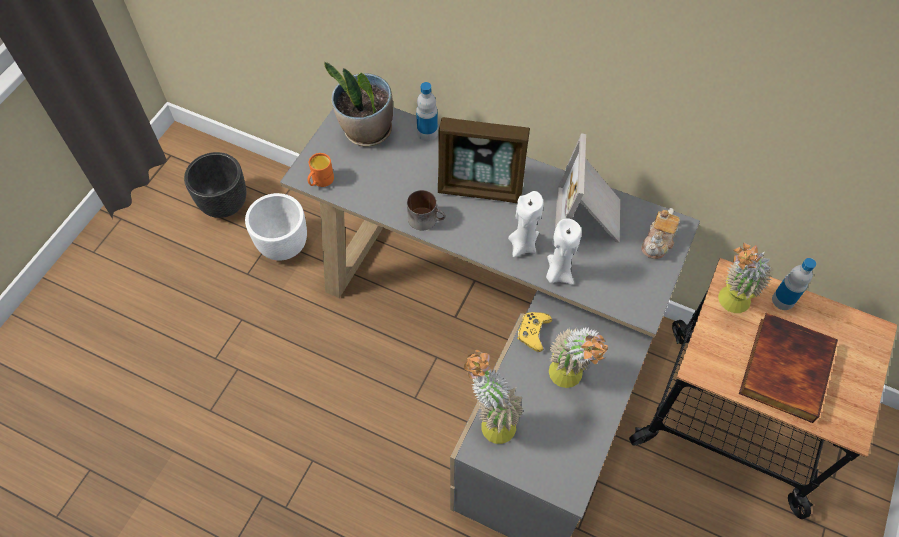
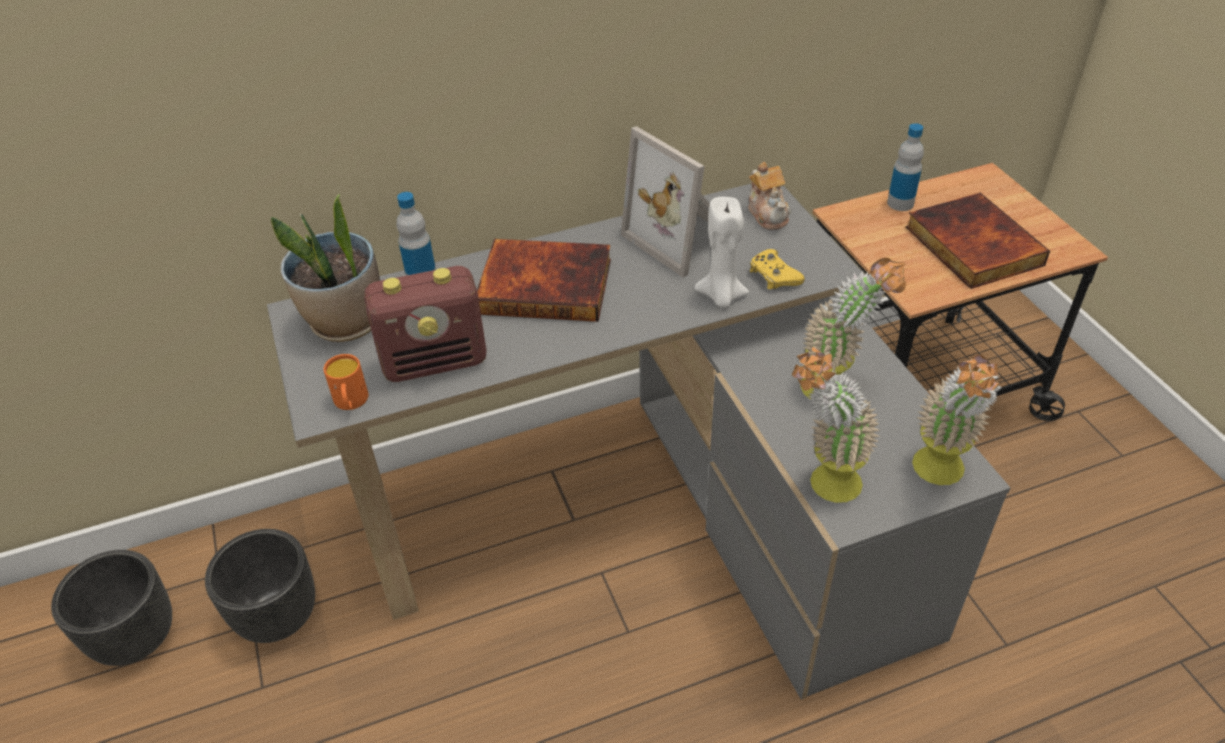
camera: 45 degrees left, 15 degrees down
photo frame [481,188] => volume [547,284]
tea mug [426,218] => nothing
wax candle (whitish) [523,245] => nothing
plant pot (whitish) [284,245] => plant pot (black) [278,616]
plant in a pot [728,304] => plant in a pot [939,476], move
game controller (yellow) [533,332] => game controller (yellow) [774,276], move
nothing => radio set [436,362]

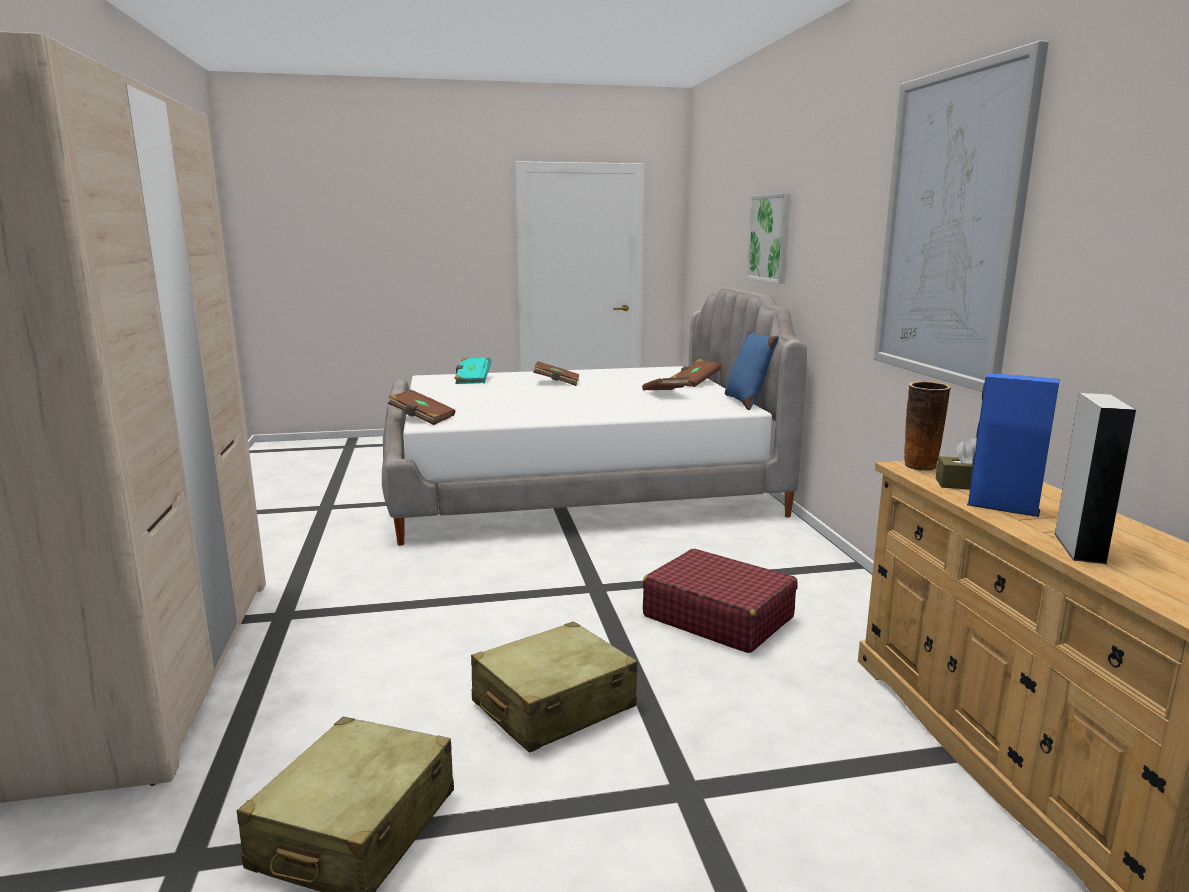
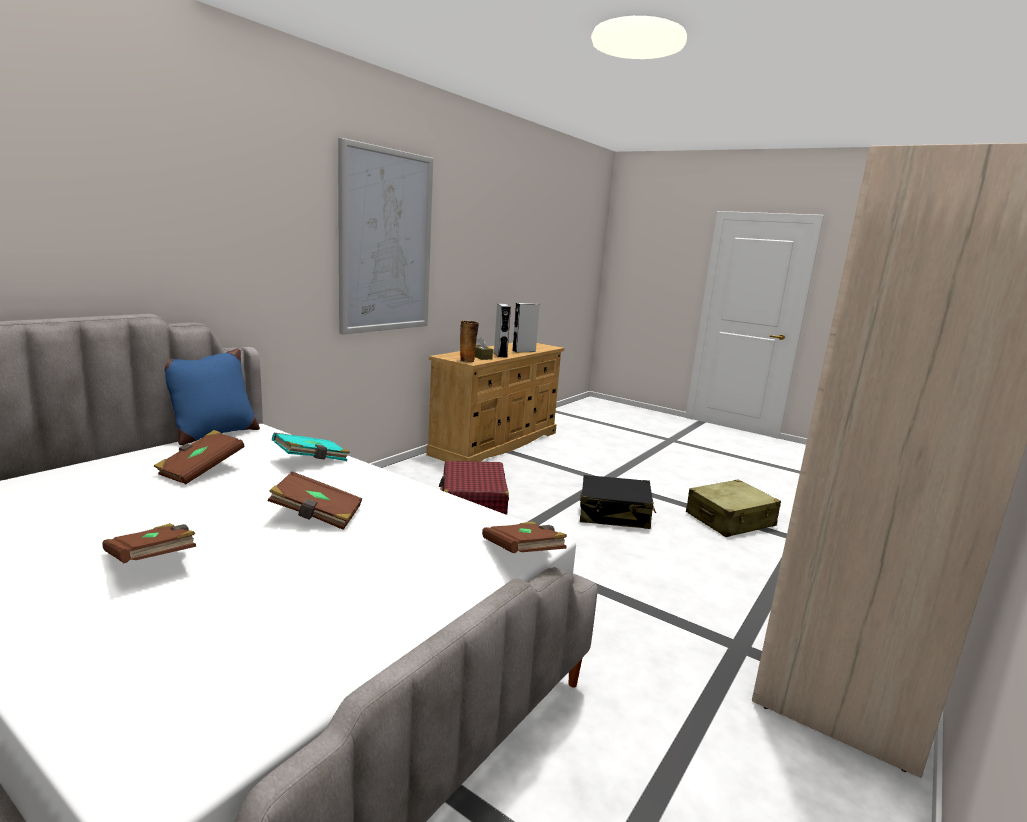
camera: 135 degrees left, 0 degrees up
wall picture [770,238] => nothing
volume (turquoise) [472,380] => volume (turquoise) [312,460], move
volume (brown) [695,383] => volume (brown) [316,516], move
audio speaker (blue-coloured) [1003,507] => audio speaker (gray) [500,355]
piece of luggage (beige) [553,705] => piece of luggage (black) [614,514]

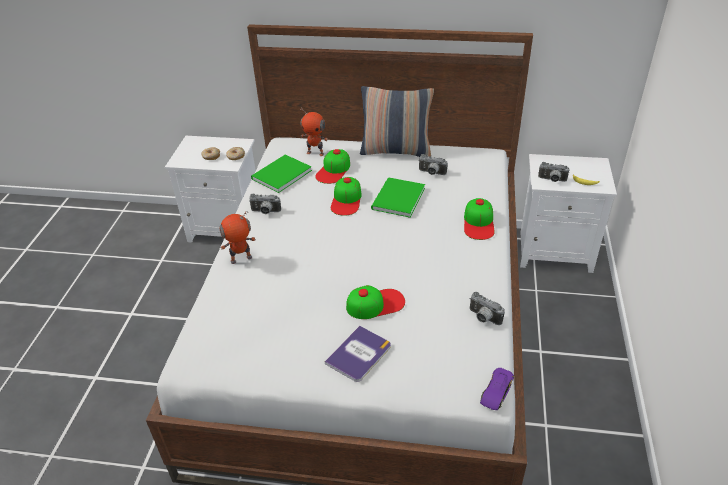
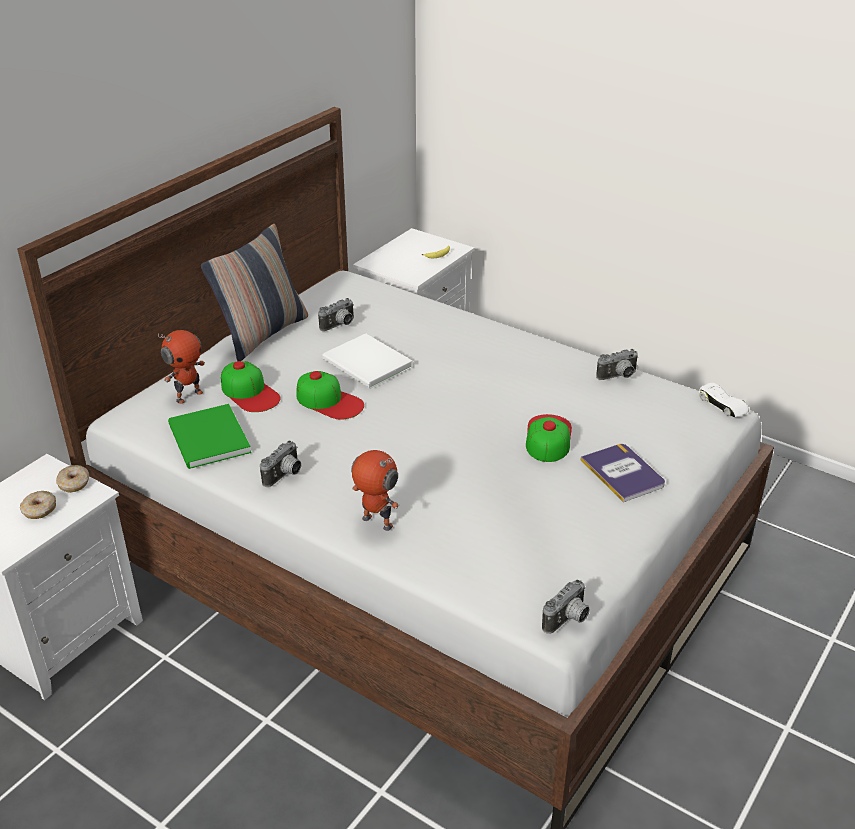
camera: 65 degrees left, 5 degrees down
still camera [552,180] => still camera [568,620], move
volume (green-coloured) [396,199] => volume (whitish) [367,365]
baseball cap [479,223] => nothing
robot figure [241,260] => robot figure [376,523], 120 degrees clockwise
model car (purple-coloured) [496,391] => model car (whitish) [722,404]

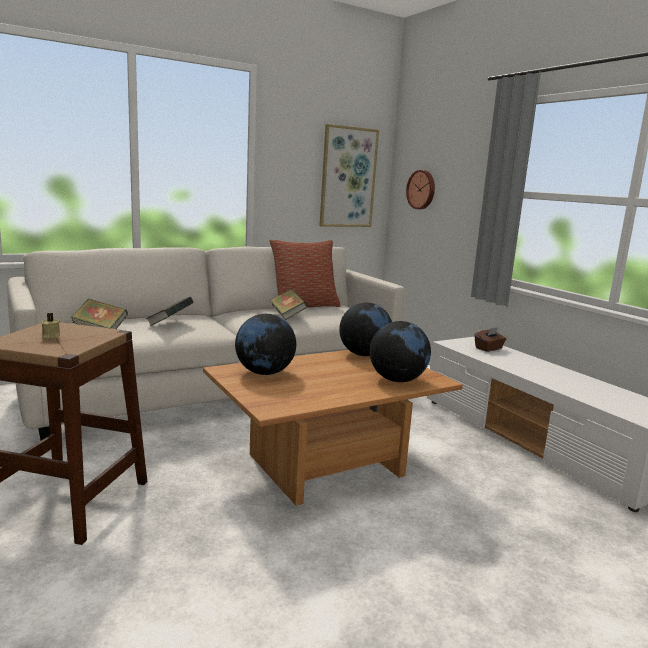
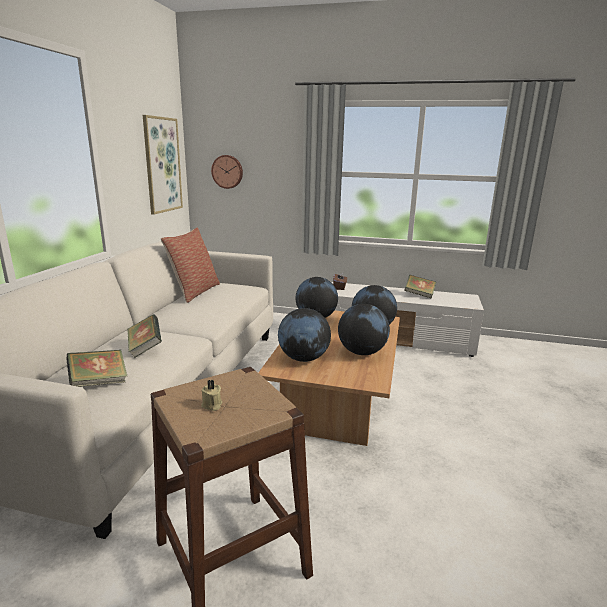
camera: 45 degrees left, 5 degrees up
volume [287,315] => volume [419,295], move
nothing => desk globe [362,352]

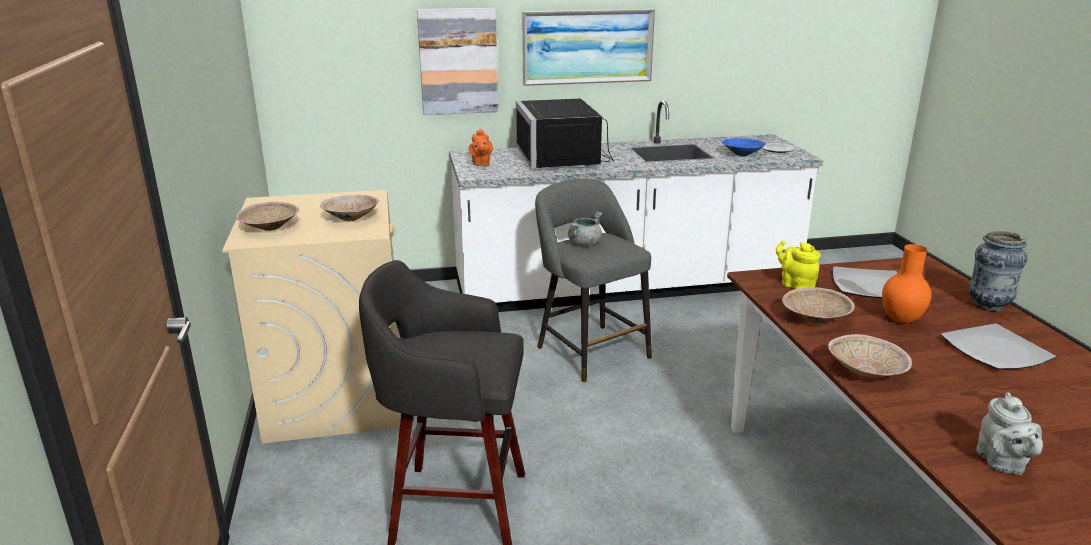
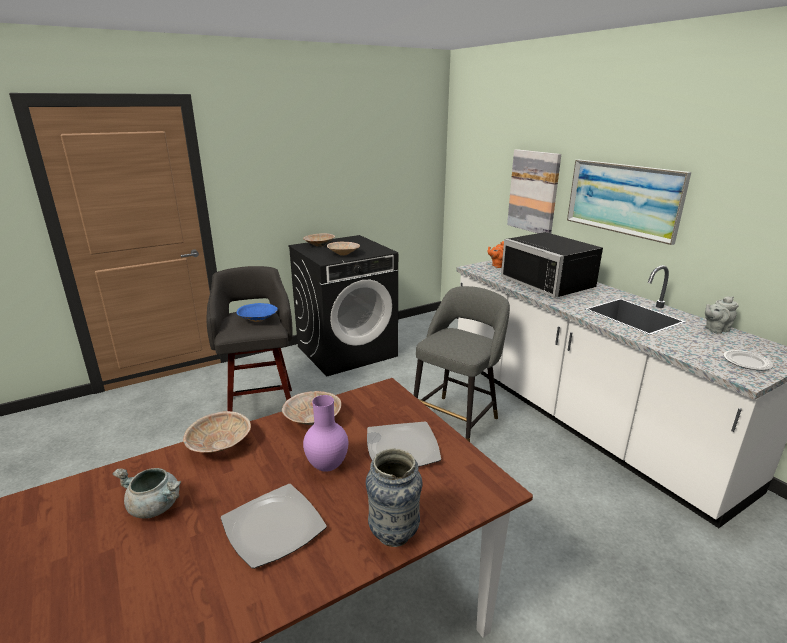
camera: 70 degrees right, 0 degrees up
microwave (black) [564,157] => microwave (black) [551,283], 90 degrees counterclockwise
serving bowl (blue-coloured) [742,154] => serving bowl (blue-coloured) [258,320], move
washing machine (beige) [337,395] => washing machine (black) [347,351]
stockpot (gray) [584,243] => stockpot (gray) [156,507], move
tea pot (yellow) [795,285] => nothing
flower vase (orange-coloured) [900,320] => flower vase (purple-coloured) [328,466]
tea pot (gray) [1002,463] => tea pot (gray) [715,329], move

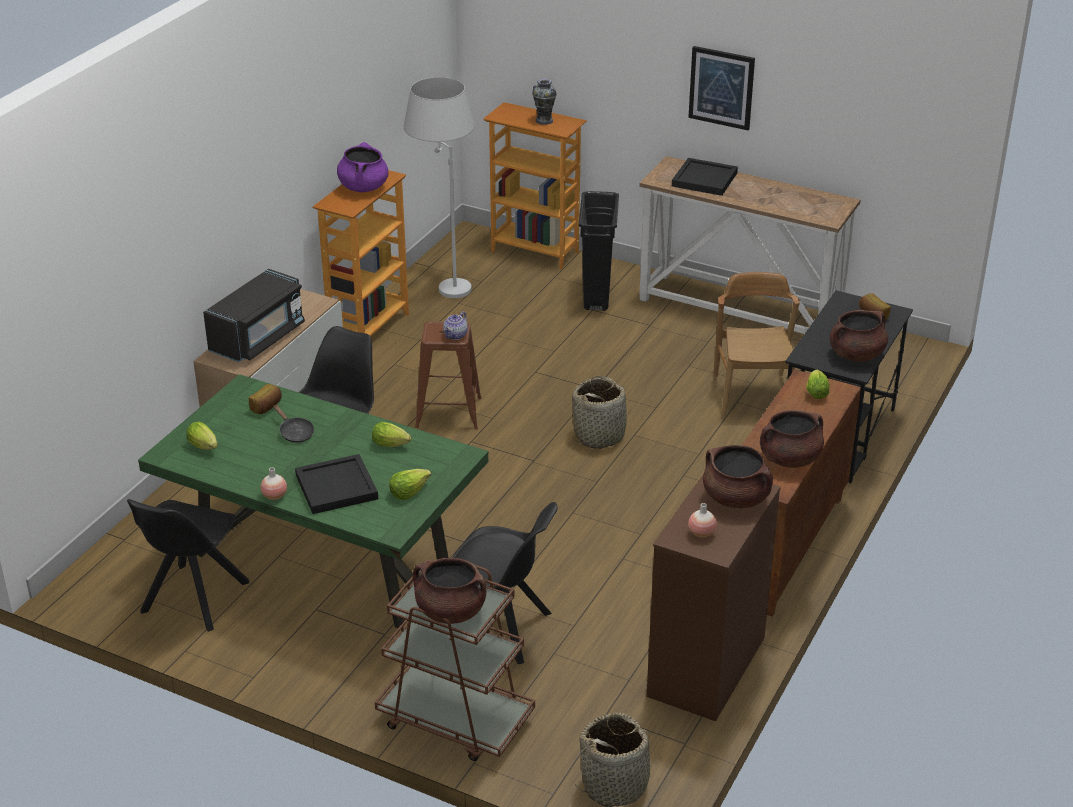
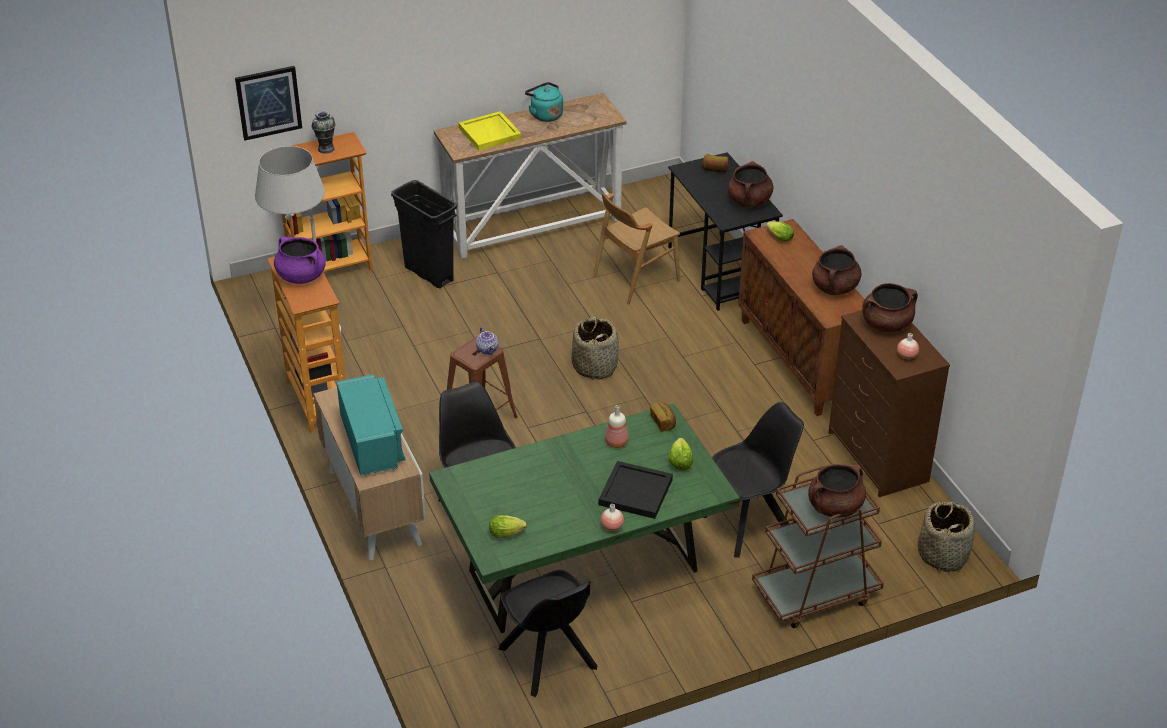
camera: 50 degrees left, 5 degrees up
wall picture [721,87] => wall picture [268,102], move
tray (black) [705,180] => tray (yellow) [490,133]
microwave (black) [258,338] => microwave (turquoise) [372,443]
plain chair (brown) [753,396] => plain chair (brown) [636,278], 75 degrees counterclockwise
baked bread [267,407] => baked bread [663,422], move
frying pan (black) [294,433] => nothing
lettuce [392,445] => drink bottle [615,442]
nothing => kettle (turquoise) [545,115]

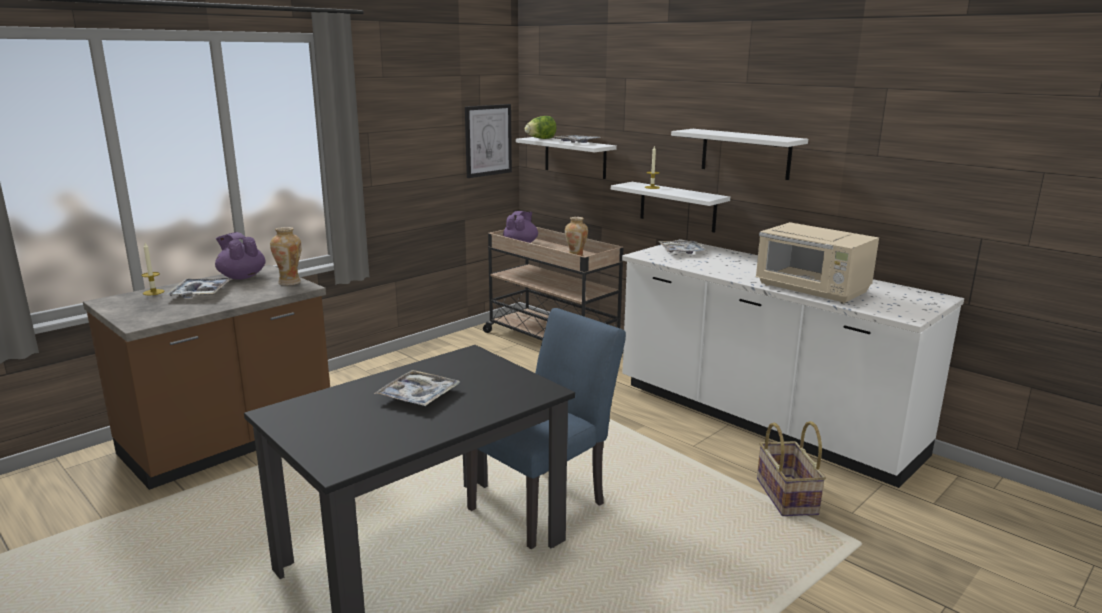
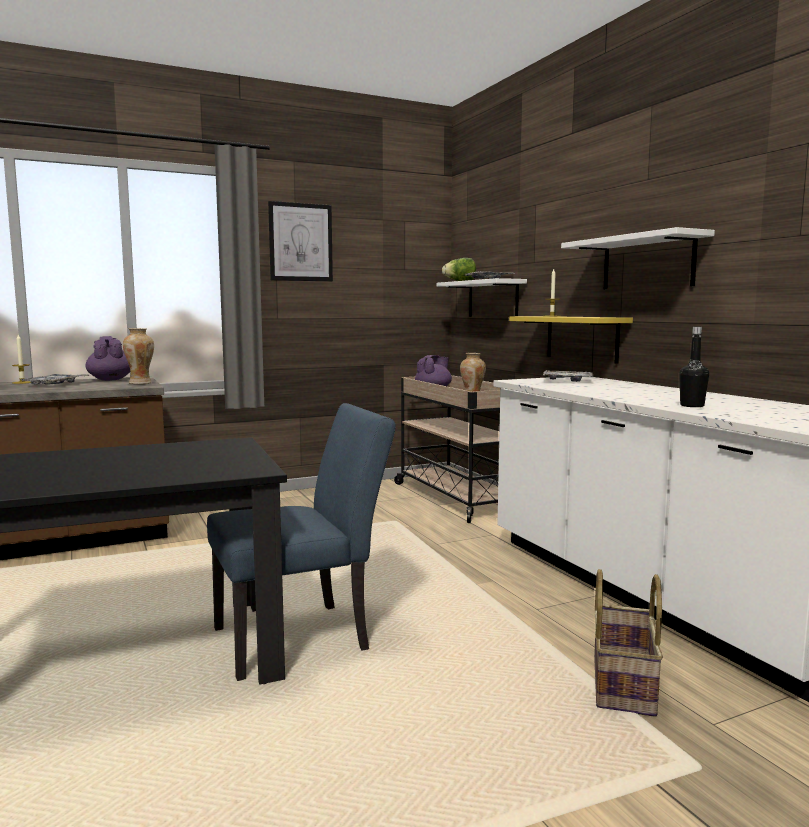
camera: 20 degrees right, 10 degrees down
wall picture [488,140] => wall picture [300,242], move
bracket shelf (whitish) [677,206] => bracket shelf (yellow) [581,338]
microwave (beige) [812,290] => drink bottle (black) [692,406]
tray [418,396] => nothing

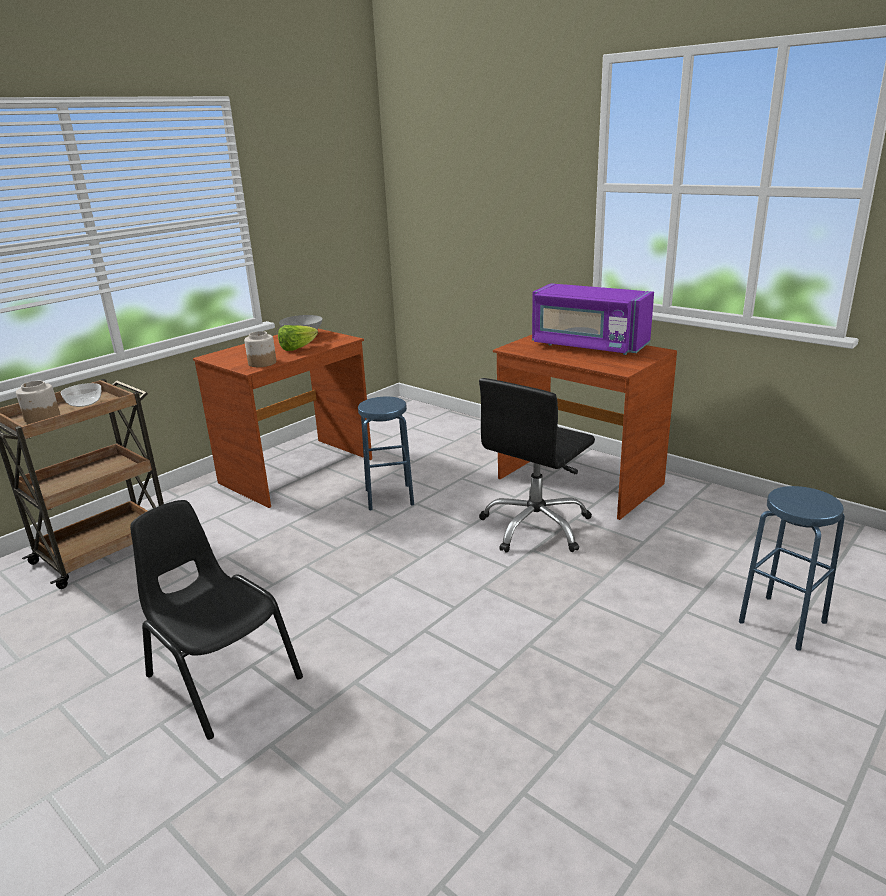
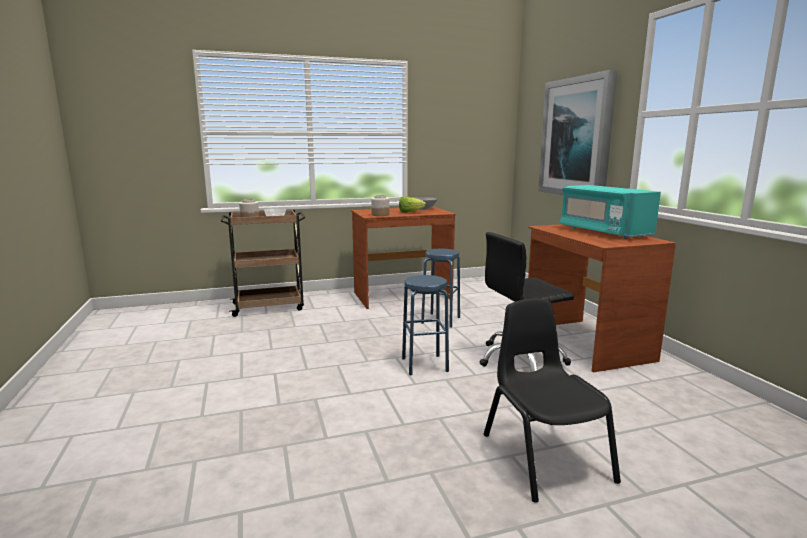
camera: 30 degrees right, 10 degrees down
microwave (purple-coloured) [588,346] => microwave (turquoise) [602,232]
stool seat (blue-coloured) [782,622] => stool seat (blue-coloured) [425,365], move
plain chair (black) [222,677] => plain chair (black) [545,457], move
nothing => wall picture [576,137]

